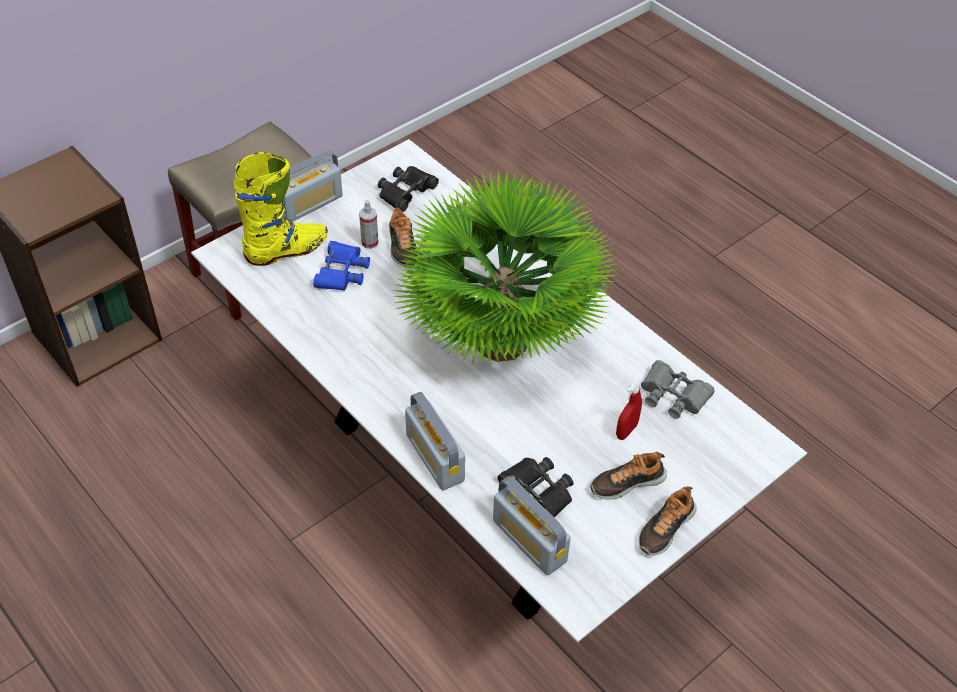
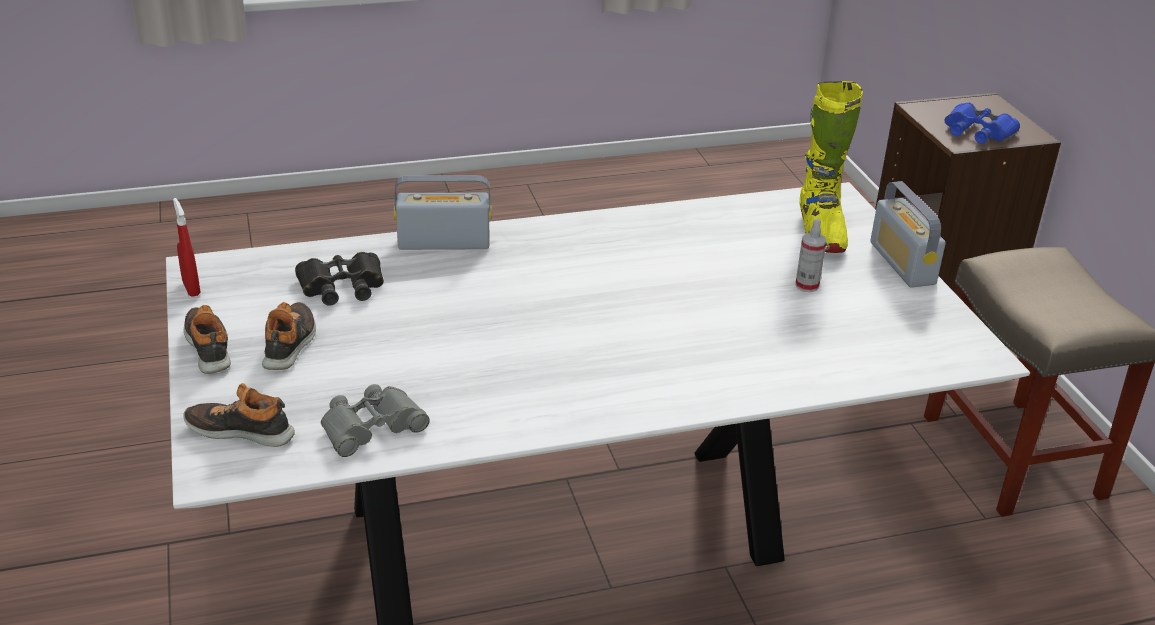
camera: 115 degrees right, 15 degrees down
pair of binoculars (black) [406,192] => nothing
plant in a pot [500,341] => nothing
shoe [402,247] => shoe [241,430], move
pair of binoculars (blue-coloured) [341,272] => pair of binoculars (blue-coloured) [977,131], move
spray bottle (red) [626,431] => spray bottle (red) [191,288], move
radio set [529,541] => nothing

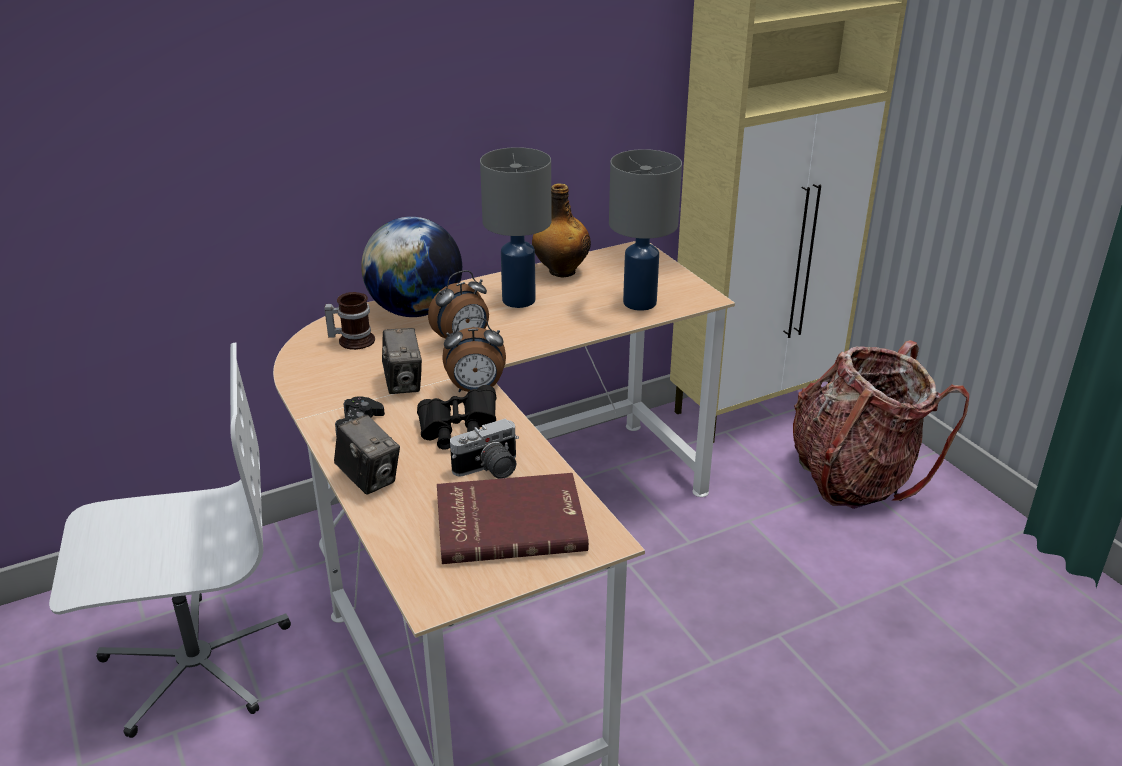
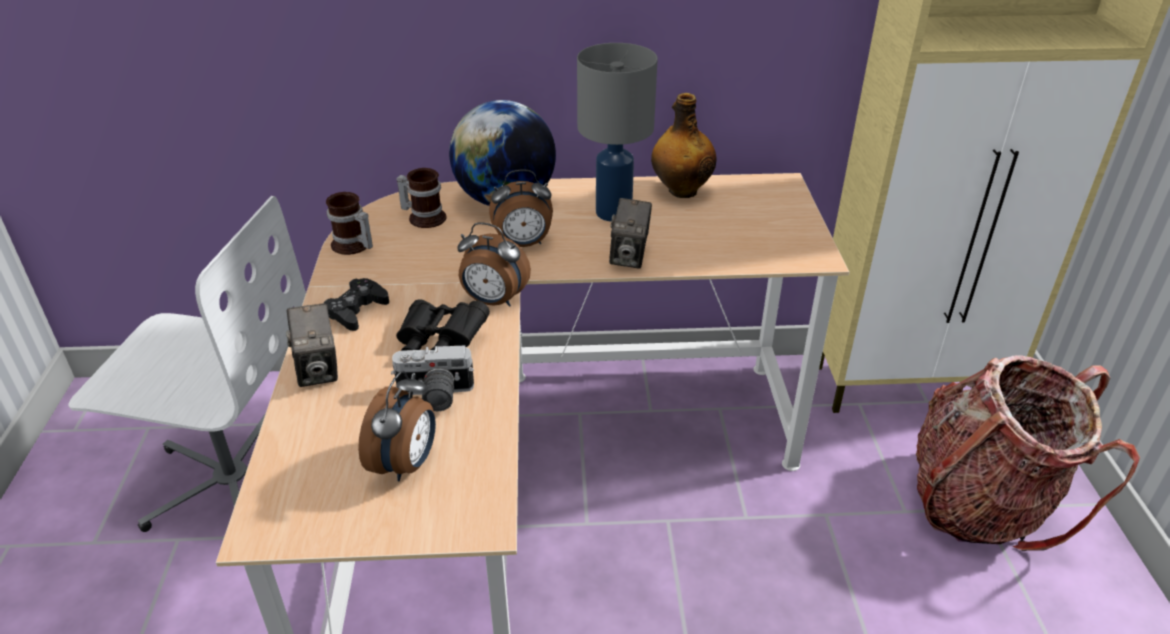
camera: 25 degrees right, 5 degrees up
table lamp (gray) [638,302] => nothing
still camera [403,383] => still camera [629,256], move
volume (red) [510,521] => table clock [406,464]
nothing => tea mug [352,246]

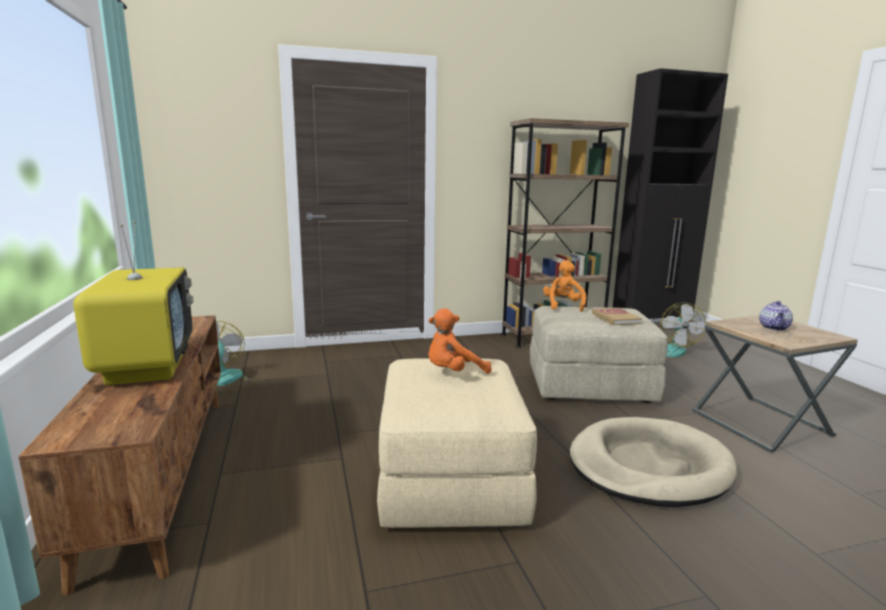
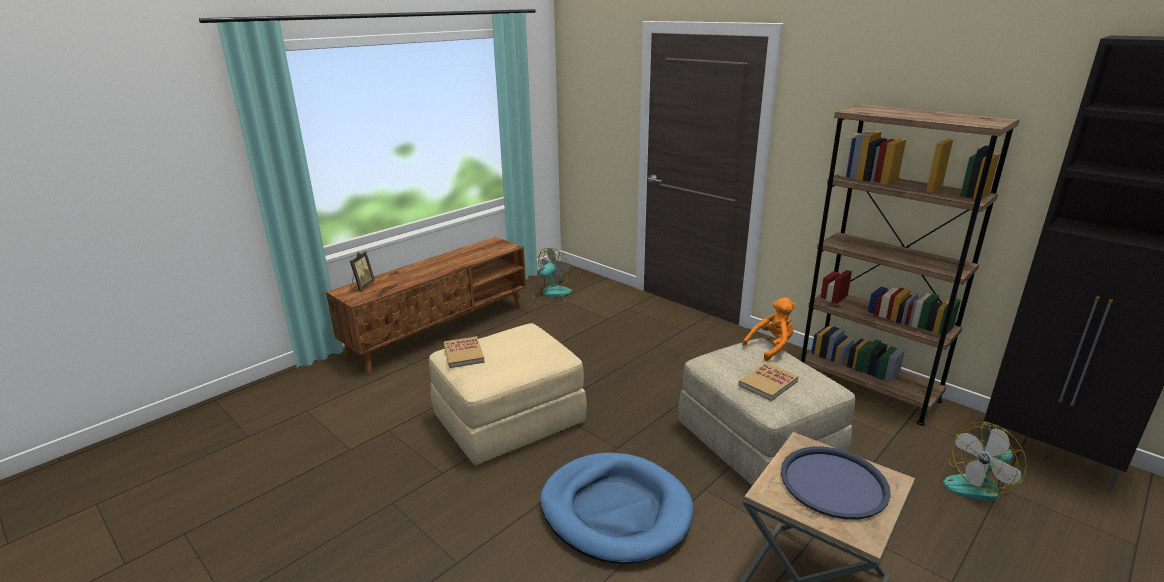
camera: 60 degrees right, 10 degrees up
TV set [147,365] => nothing
tea pot [774,328] => tray (blue-coloured) [833,483]
soft toy (orange-coloured) [453,373] => nothing
dog cushion (beige) [648,466] => dog cushion (blue-coloured) [615,510]
nothing => photo frame [362,286]
nothing => volume [463,354]

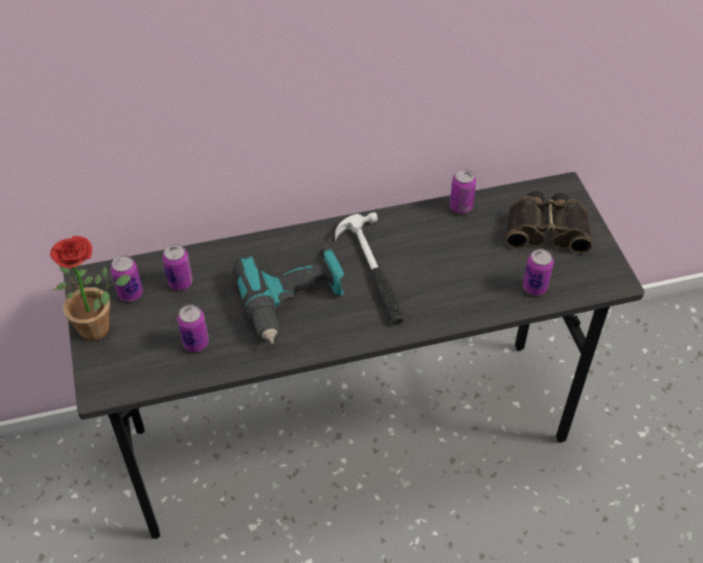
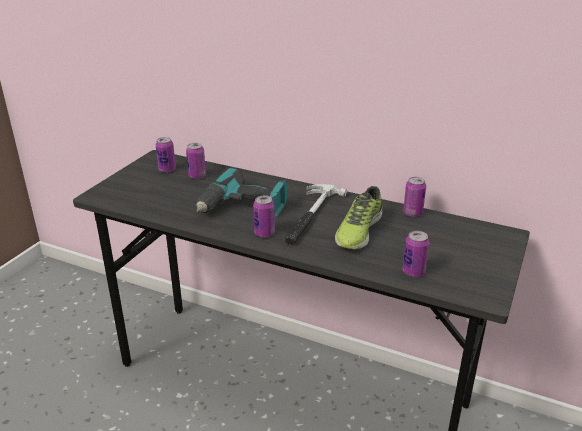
camera: 40 degrees right, 20 degrees down
pair of binoculars [547,228] => nothing
plant in a pot [101,327] => nothing
sealed can [196,343] => sealed can [264,233], move
nothing => shoe [358,231]

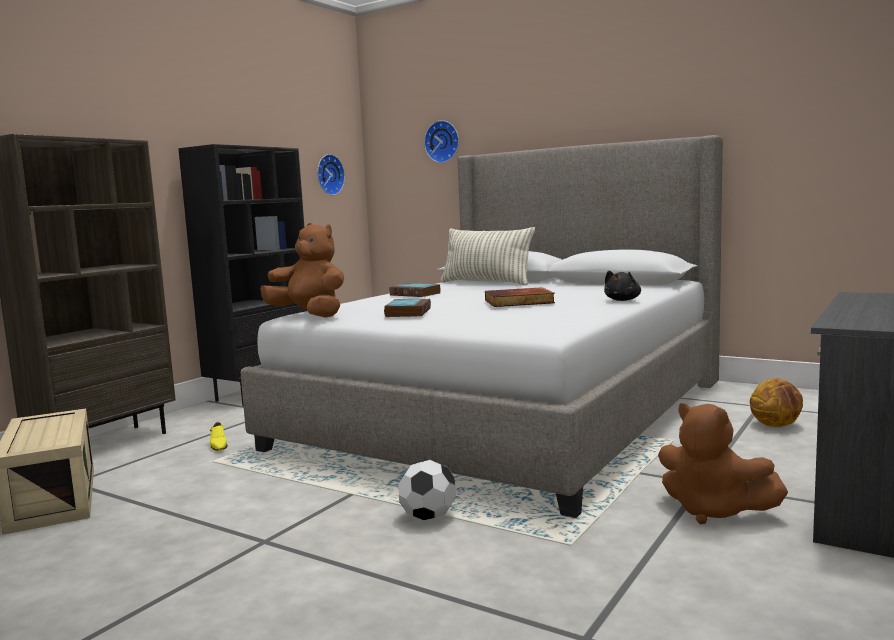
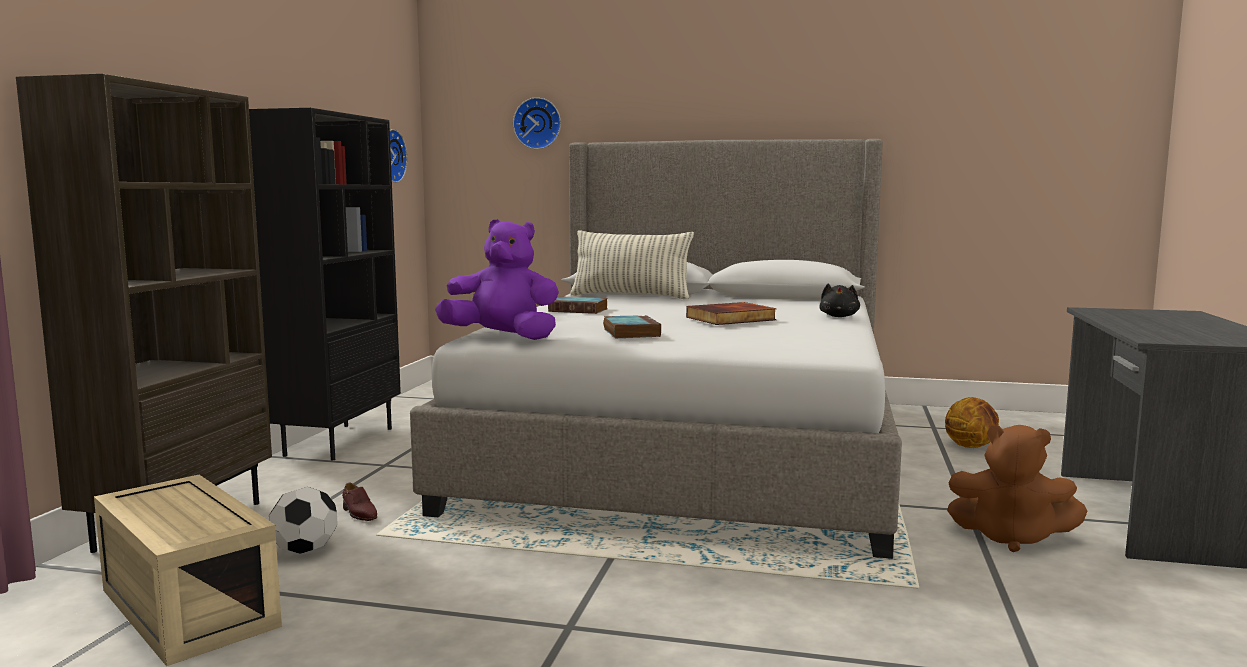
camera: 20 degrees left, 0 degrees up
soft toy (brown) [310,315] => soft toy (purple-coloured) [503,337]
shoe (yellow) [218,445] => shoe (brown) [359,514]
football ball [428,517] => football ball [305,550], move

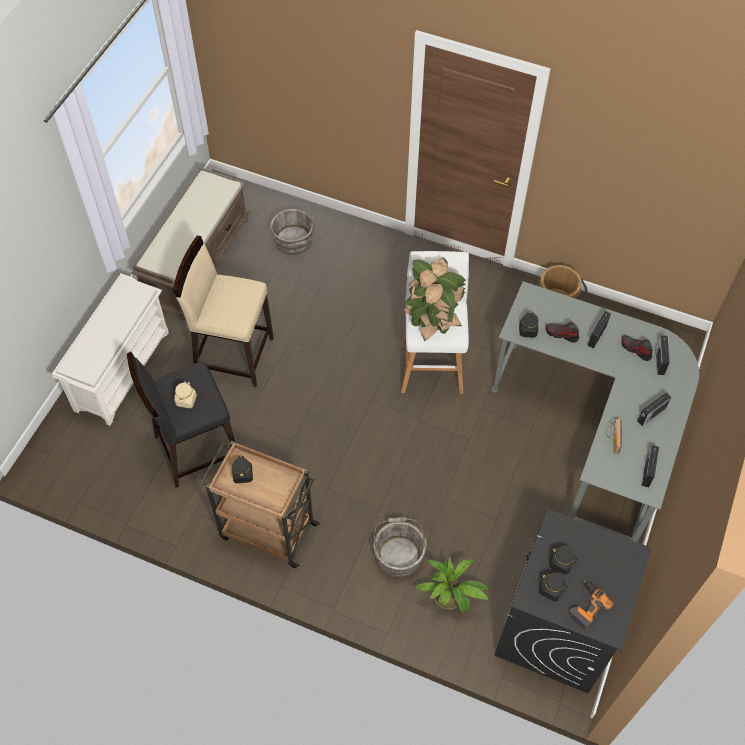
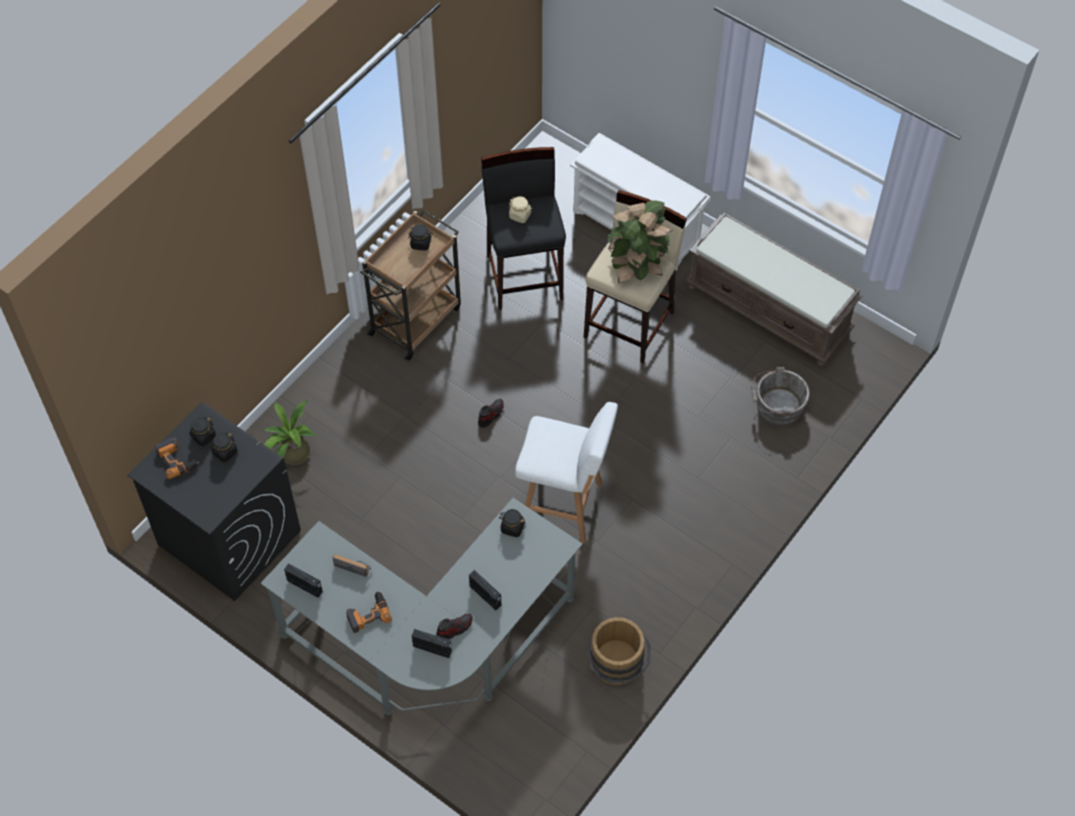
camera: 105 degrees right, 0 degrees up
plant in a pot [432,322] => plant in a pot [637,269], move
shoe [561,334] => shoe [490,415], move
radio set [650,415] => drill [368,614]
water bucket (gray) [398,553] => nothing

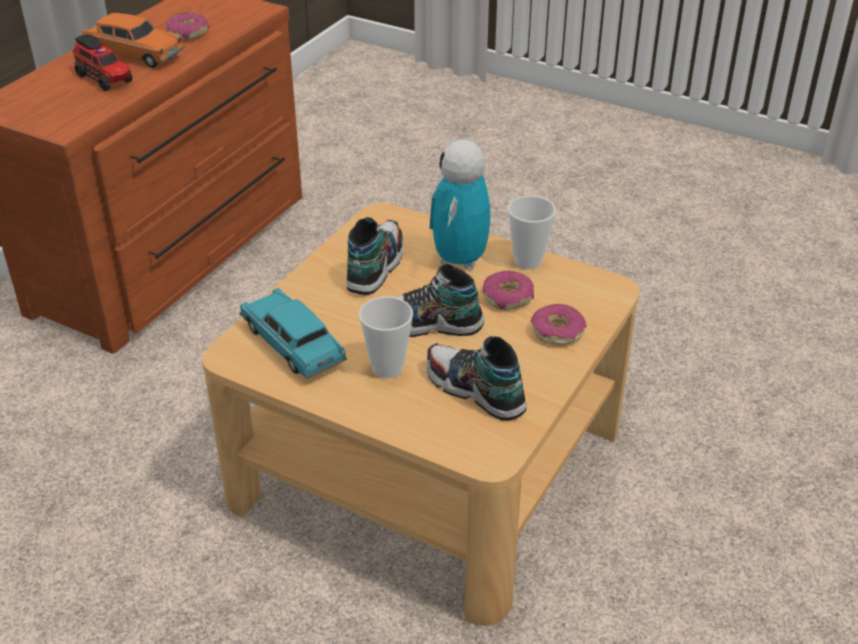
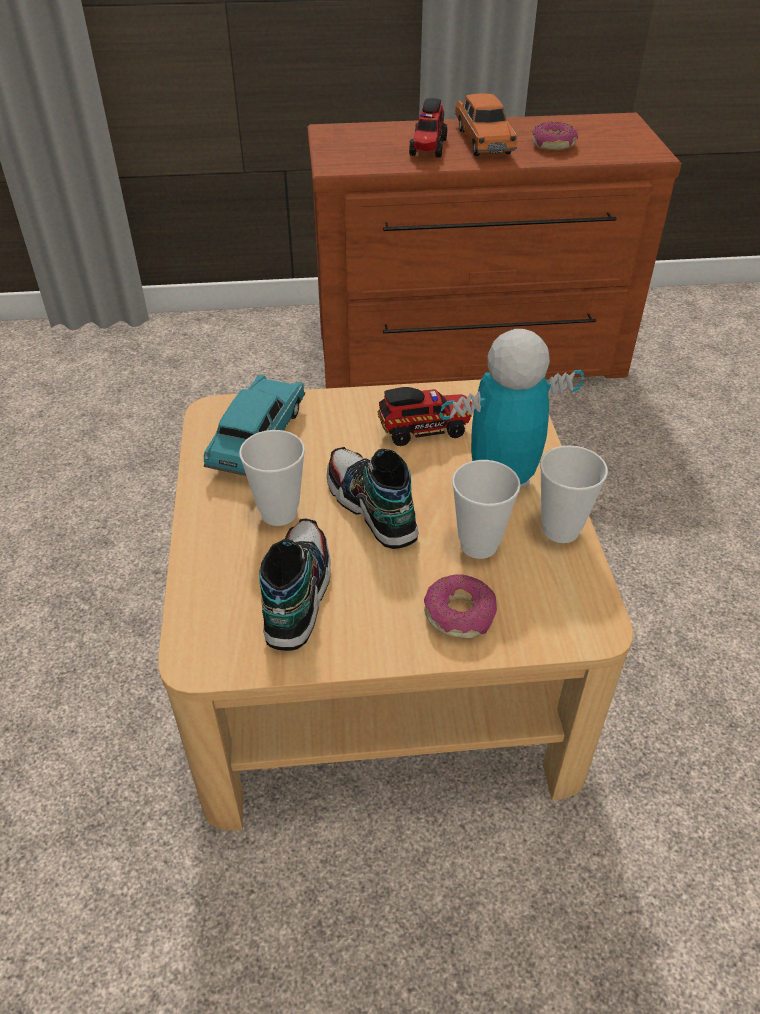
camera: 55 degrees right, 5 degrees up
shoe [375,267] => toy lorry [426,429]
donut [508,297] => small cup [478,545]

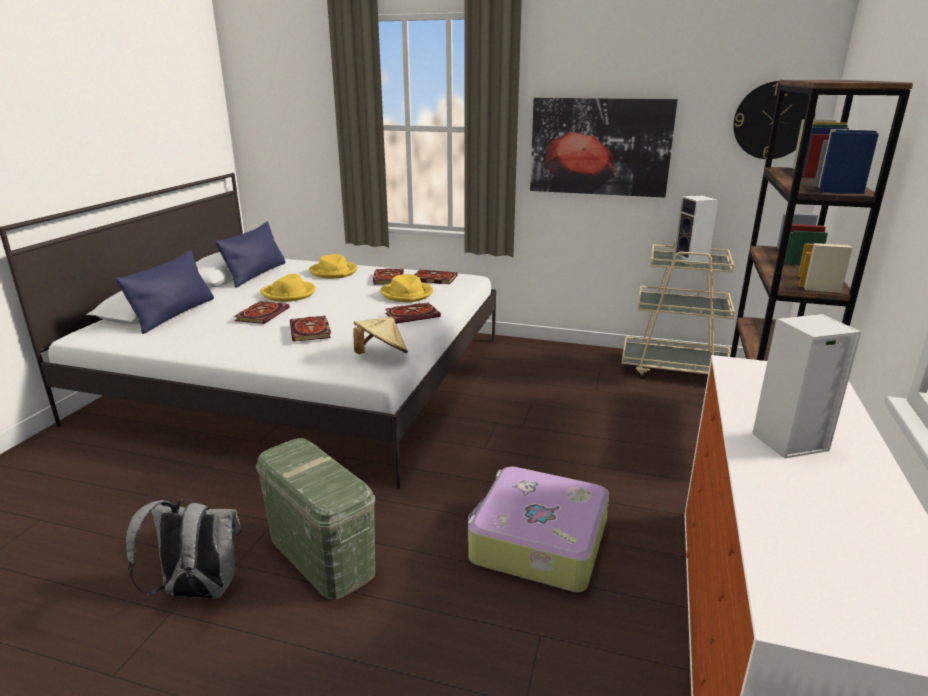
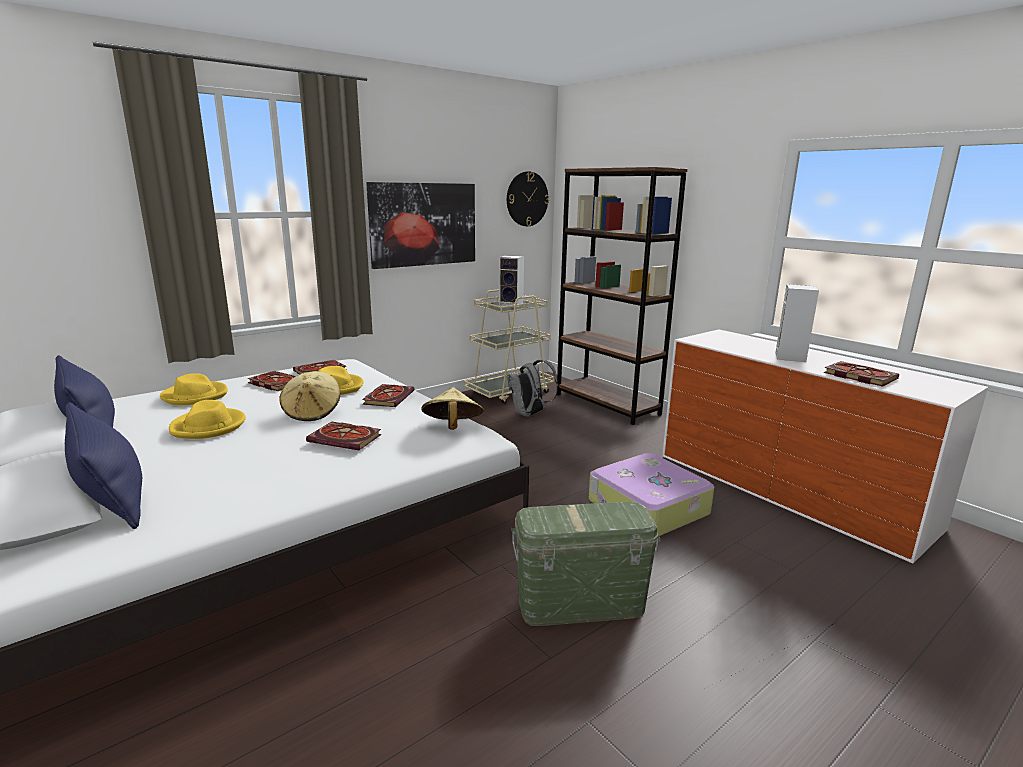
camera: 55 degrees left, 5 degrees down
volume [262,314] => volume [857,376], move
backpack (gray) [197,592] => backpack (gray) [530,414], move
nothing => hat (beige) [312,412]

